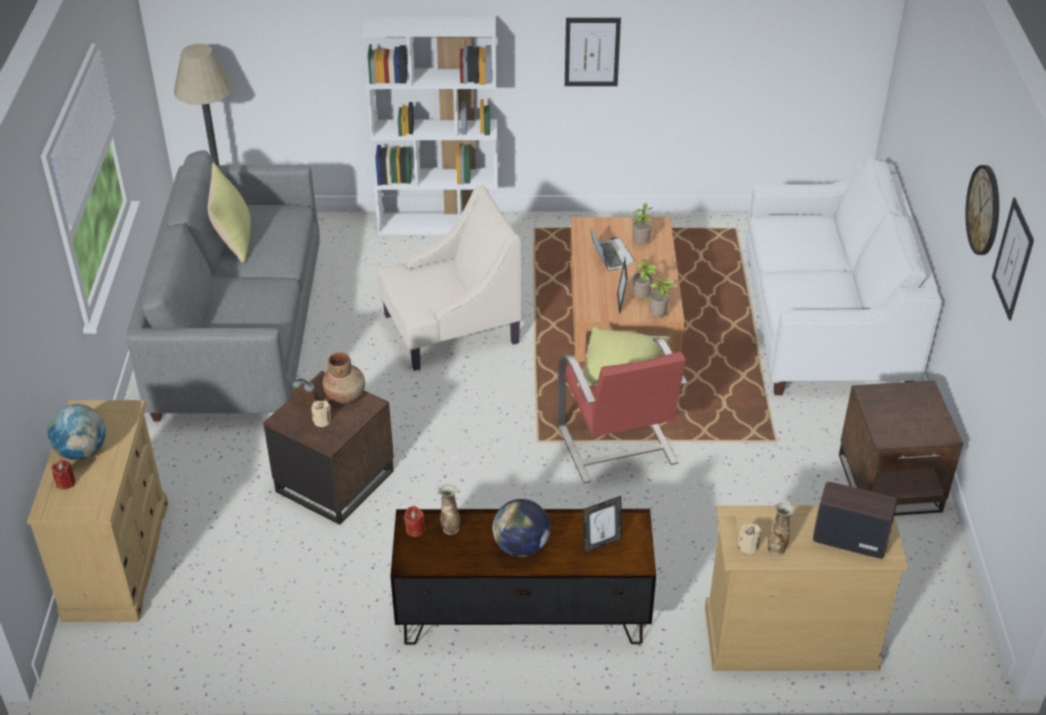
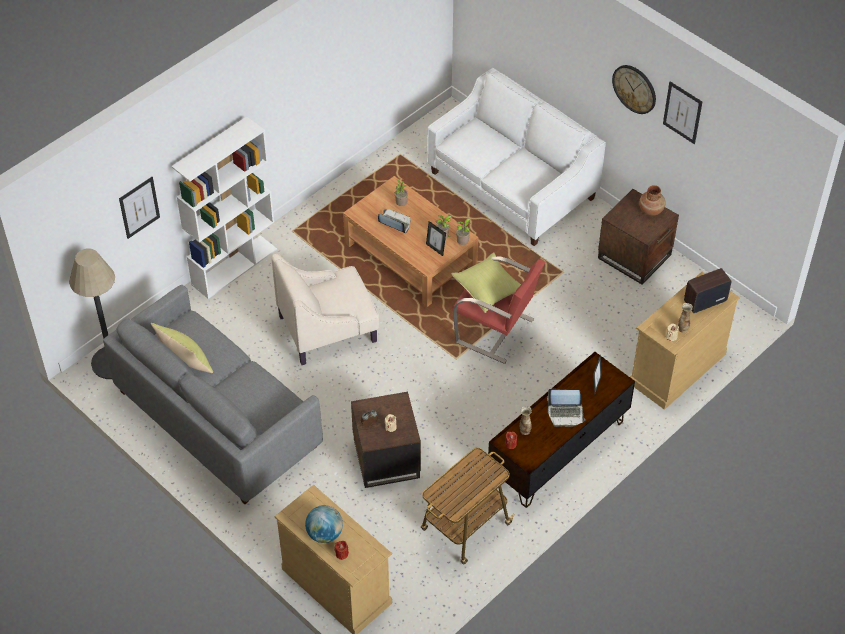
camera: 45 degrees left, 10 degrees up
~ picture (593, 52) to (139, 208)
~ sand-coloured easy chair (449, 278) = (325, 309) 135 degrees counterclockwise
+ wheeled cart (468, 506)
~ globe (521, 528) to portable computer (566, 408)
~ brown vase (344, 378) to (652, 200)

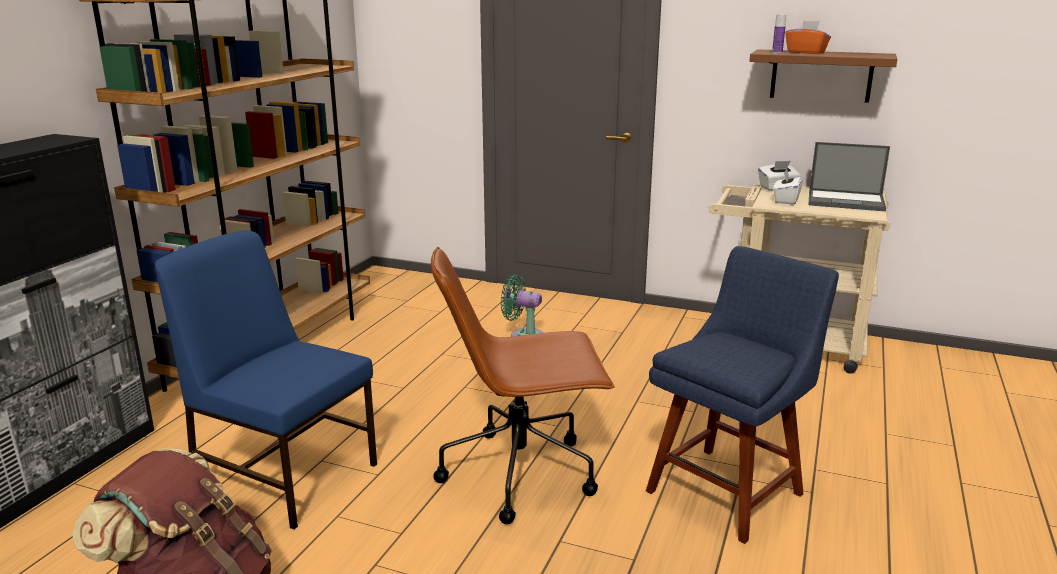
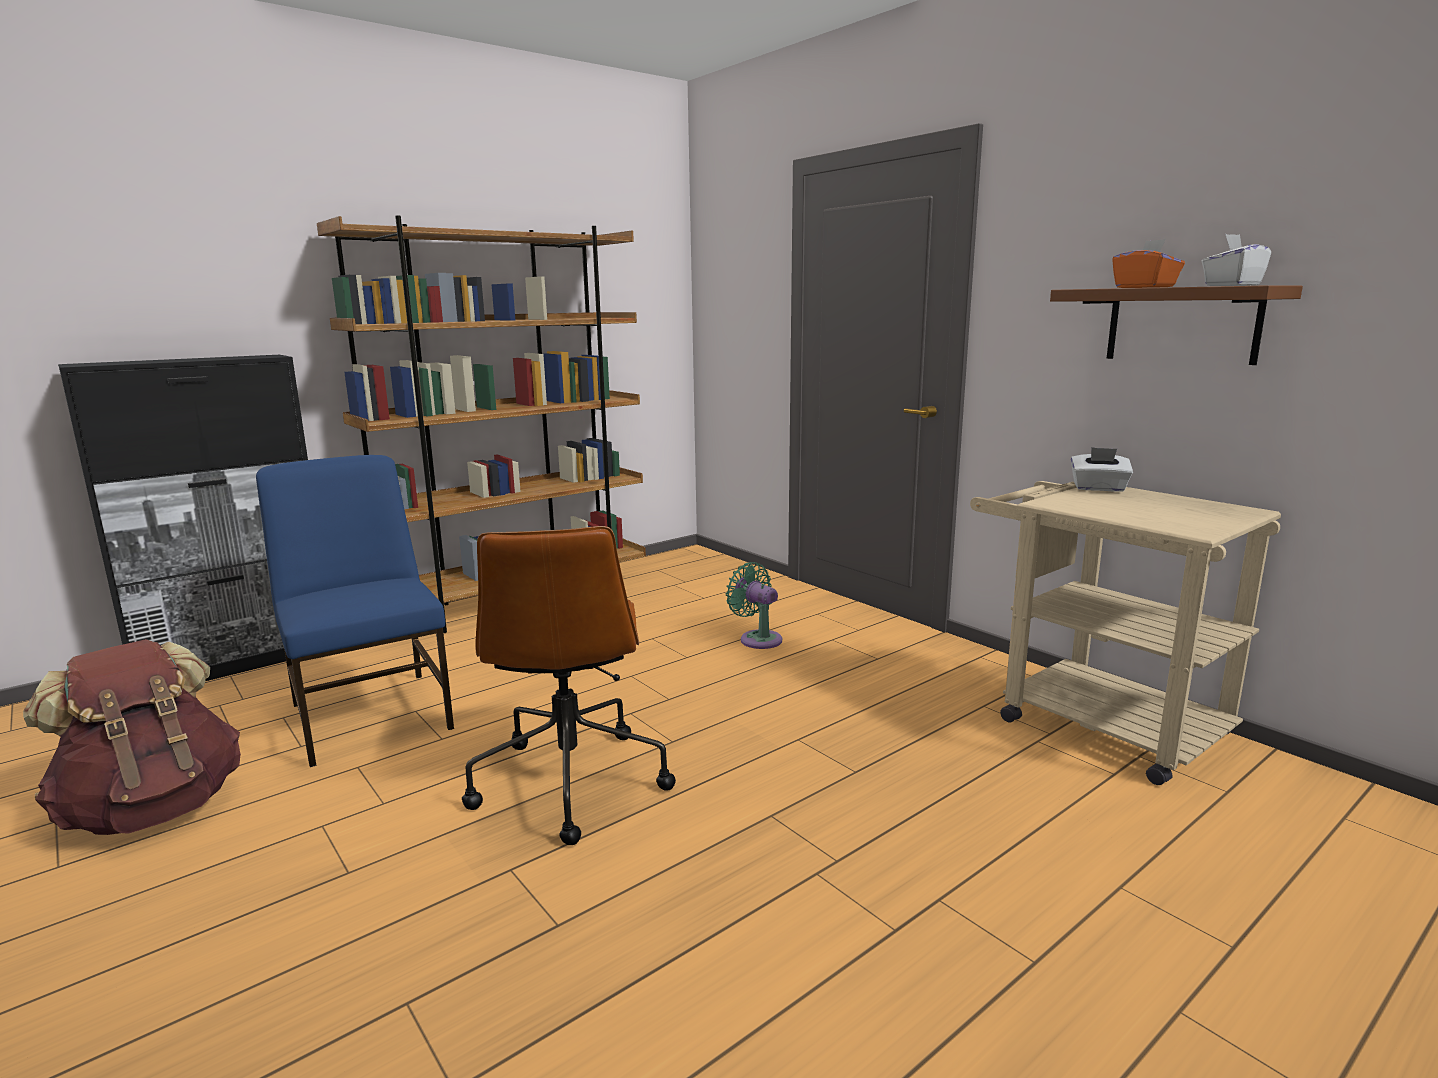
camera: 30 degrees right, 5 degrees down
~ brown desk chair (523, 385) = (569, 685) 120 degrees counterclockwise
~ white-coloured box of tissues (788, 187) to (1236, 260)
- blue-coloured chair (742, 395)
- bottle (779, 34)
- portable computer (849, 176)

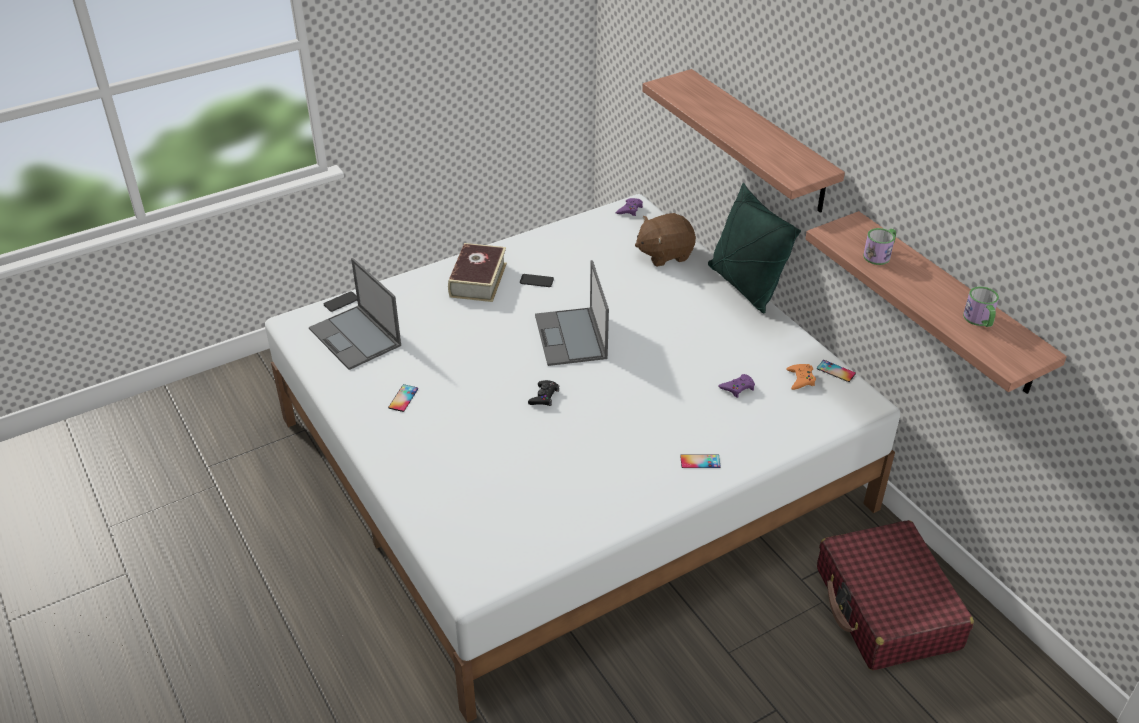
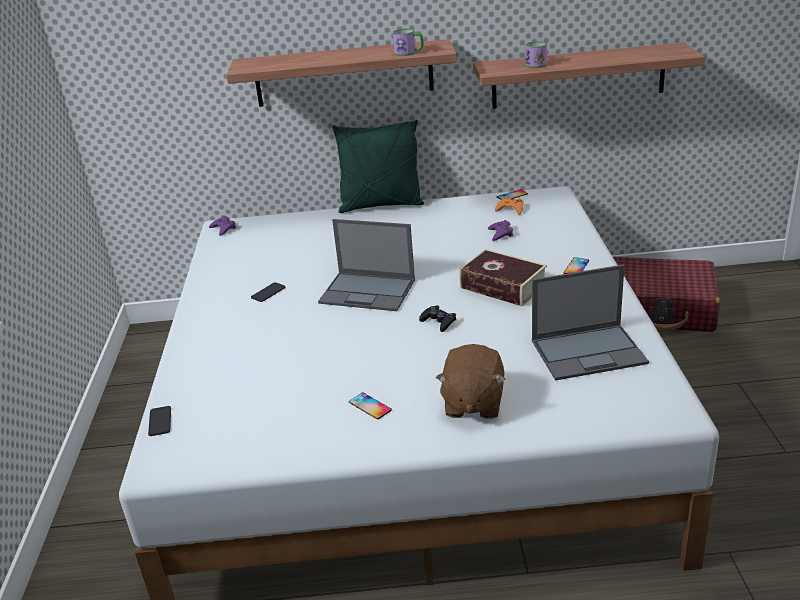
camera: 60 degrees left, 10 degrees down
~ tea mug (981, 307) to (408, 42)
~ brown plush toy (665, 240) to (471, 381)
~ bound book (477, 272) to (503, 278)
~ portable computer (355, 314) to (590, 323)

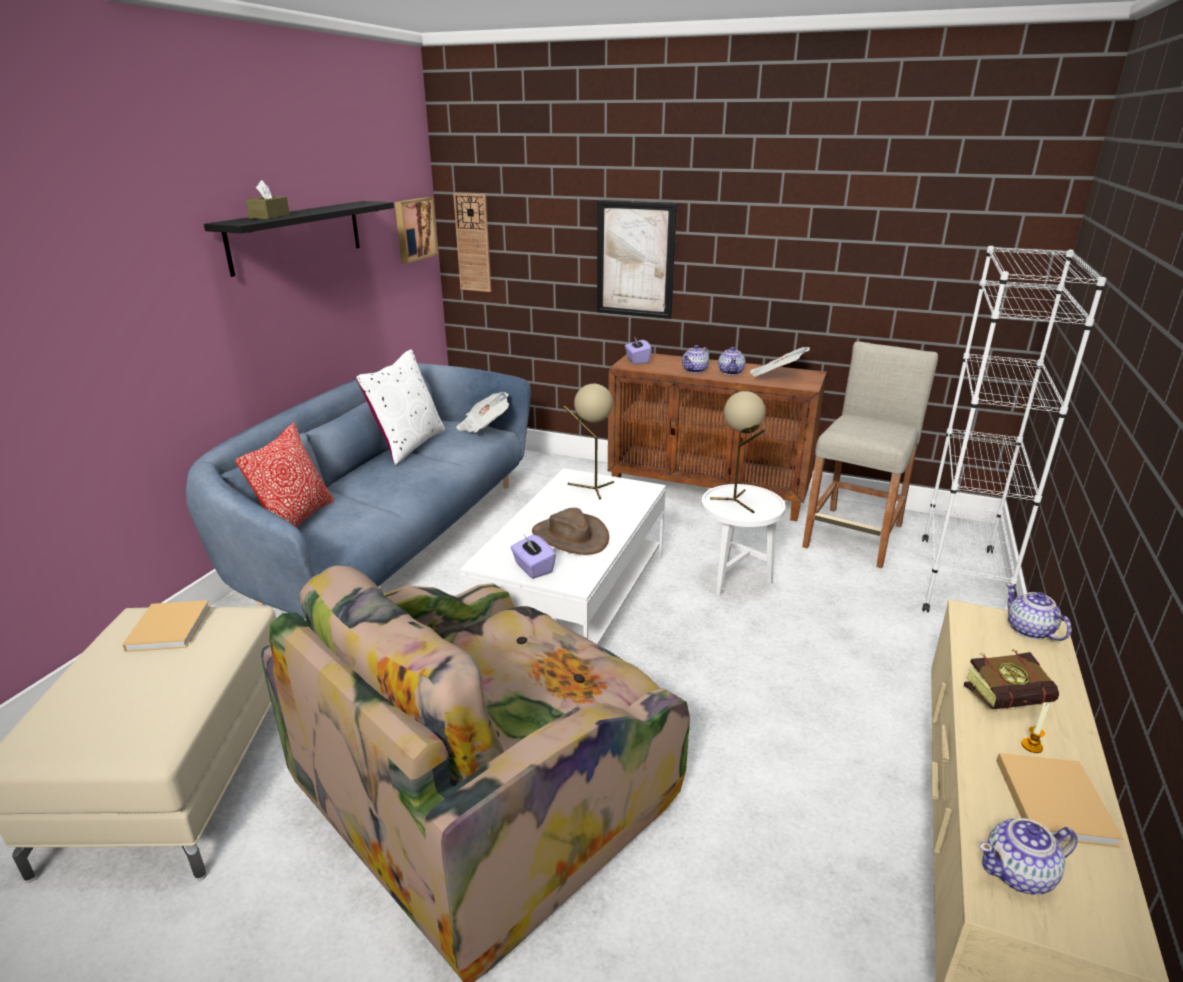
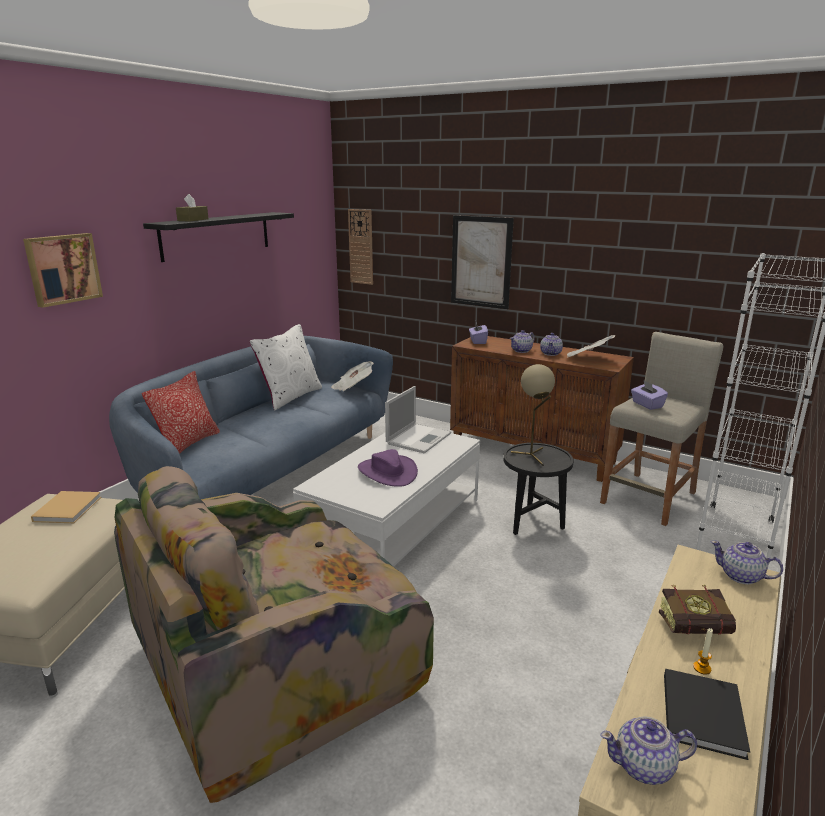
camera: 10 degrees right, 5 degrees down
~ picture (416, 230) to (63, 270)
~ brown wearable hat (570, 531) to purple-coloured wearable hat (388, 468)
~ sand-coloured lamp for a table (589, 442) to portable computer (418, 419)
~ white-coloured accent table (743, 540) to black-coloured accent table (538, 489)
~ purple-coloured box of tissues (533, 556) to (649, 395)
~ sand-coloured bound book (1060, 800) to black-coloured bound book (707, 714)
~ pot for tea (1039, 612) = (747, 562) 45 degrees counterclockwise

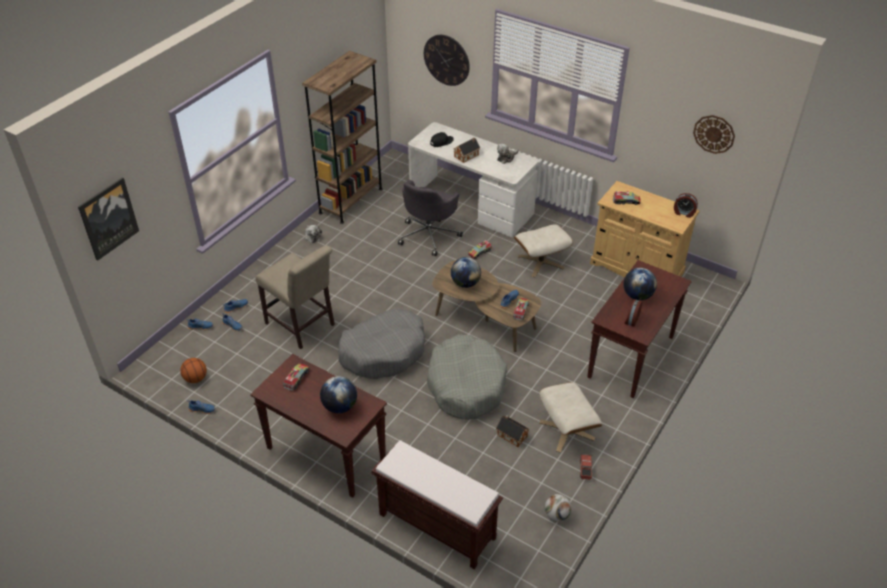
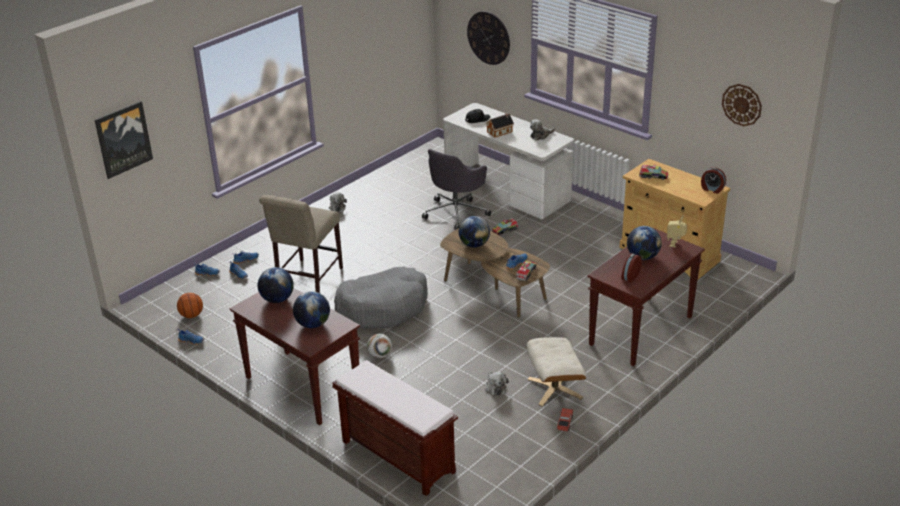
camera: 10 degrees right, 10 degrees down
~ model truck (296, 377) to globe (276, 285)
~ sand-coloured chair (295, 297) = (301, 244) 60 degrees clockwise
~ football (558, 508) to (379, 346)
~ toy house (512, 431) to plush toy (497, 383)
+ robot figure (677, 231)
- brown bookshelf (342, 137)
- gray pet bed (467, 377)
- sand-coloured pouffe (543, 251)

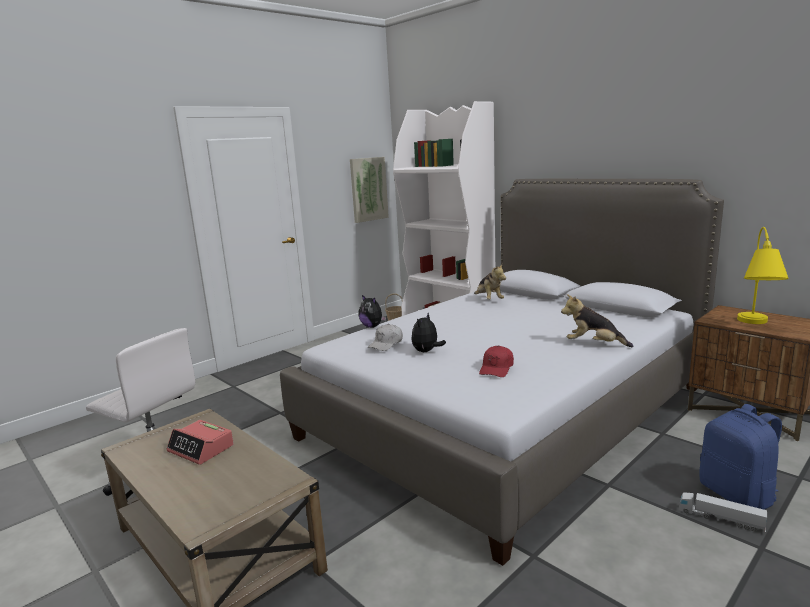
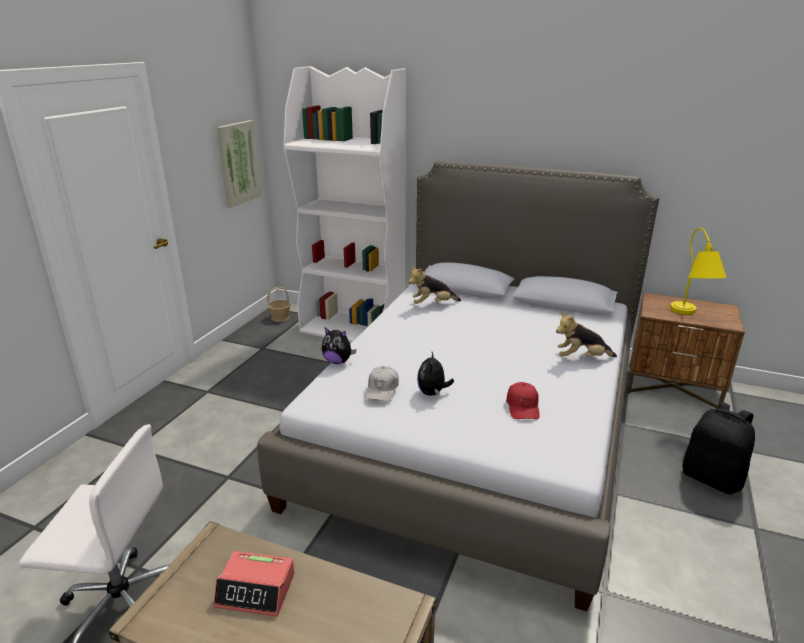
camera: 25 degrees left, 10 degrees up
~ plush toy (490, 282) = (435, 285) 120 degrees clockwise
~ blue-coloured rucksack (740, 457) to black-coloured rucksack (718, 448)
- model truck (723, 512)

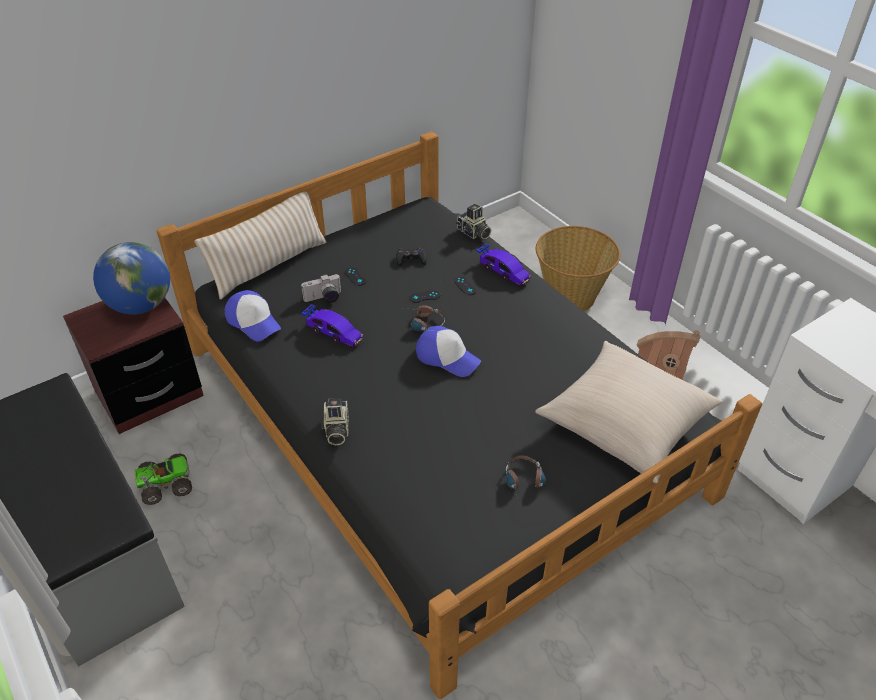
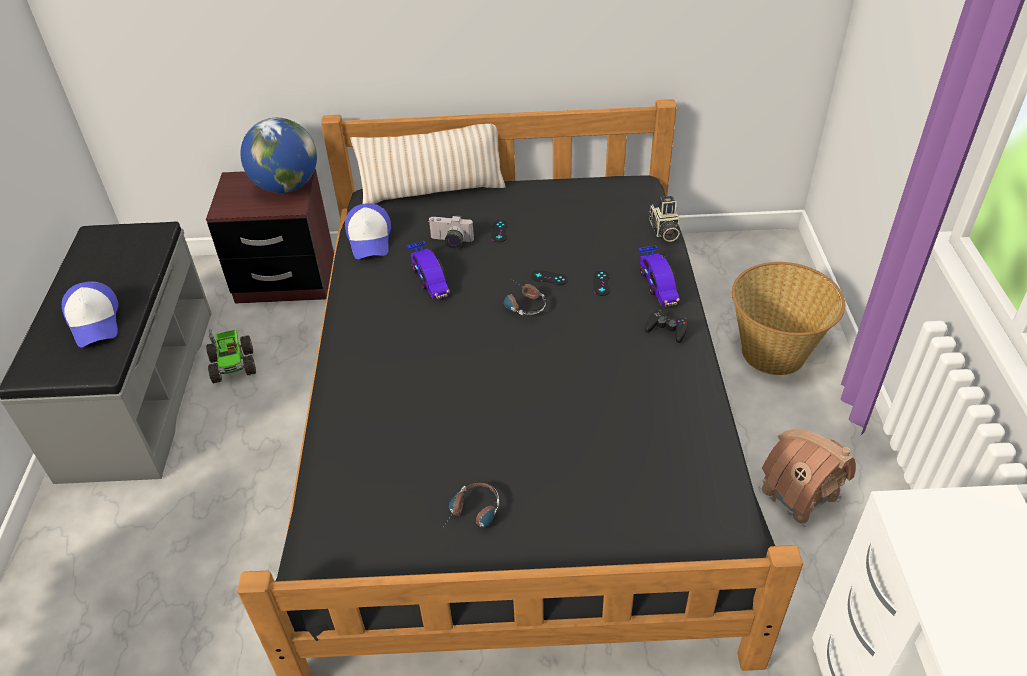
camera: 35 degrees right, 0 degrees up
~ baseball cap (448, 351) to (90, 314)
~ model truck (163, 479) = (231, 356) 60 degrees clockwise
~ black-coloured gamepad (411, 256) to (666, 326)
- still camera (335, 421)
- sand-coloured throw pillow (629, 412)

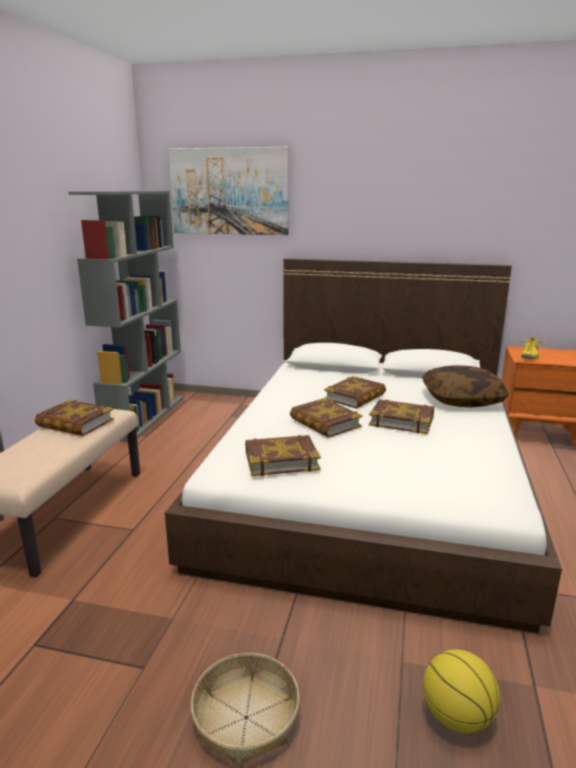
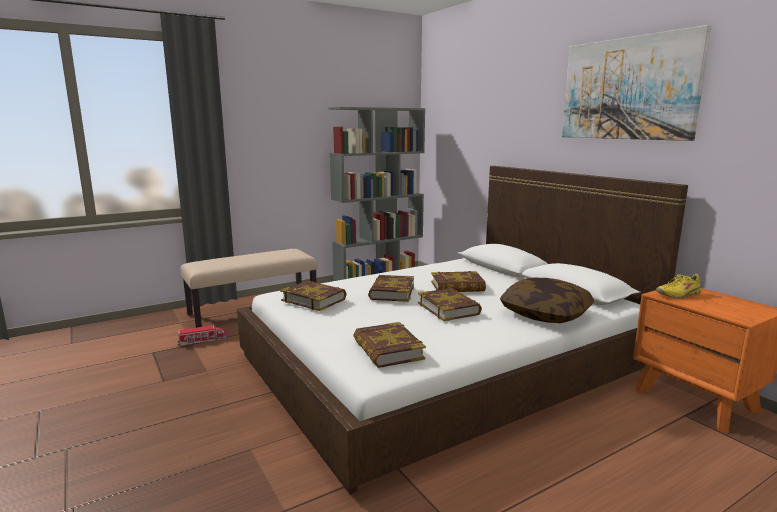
camera: 45 degrees right, 5 degrees down
+ model truck (203, 335)
~ bound book (74, 418) to (389, 345)
~ picture (229, 191) to (637, 83)
- storage basket (245, 709)
- basketball ball (461, 691)

